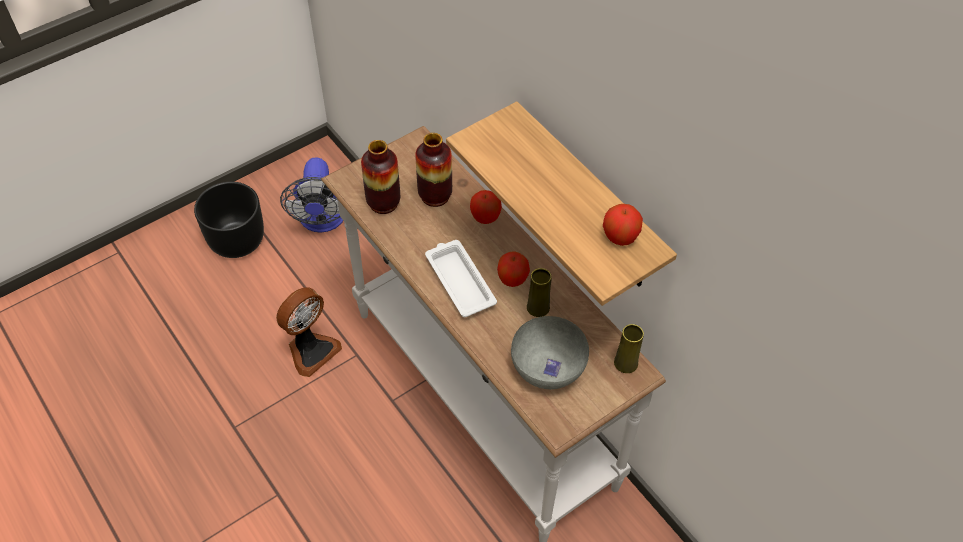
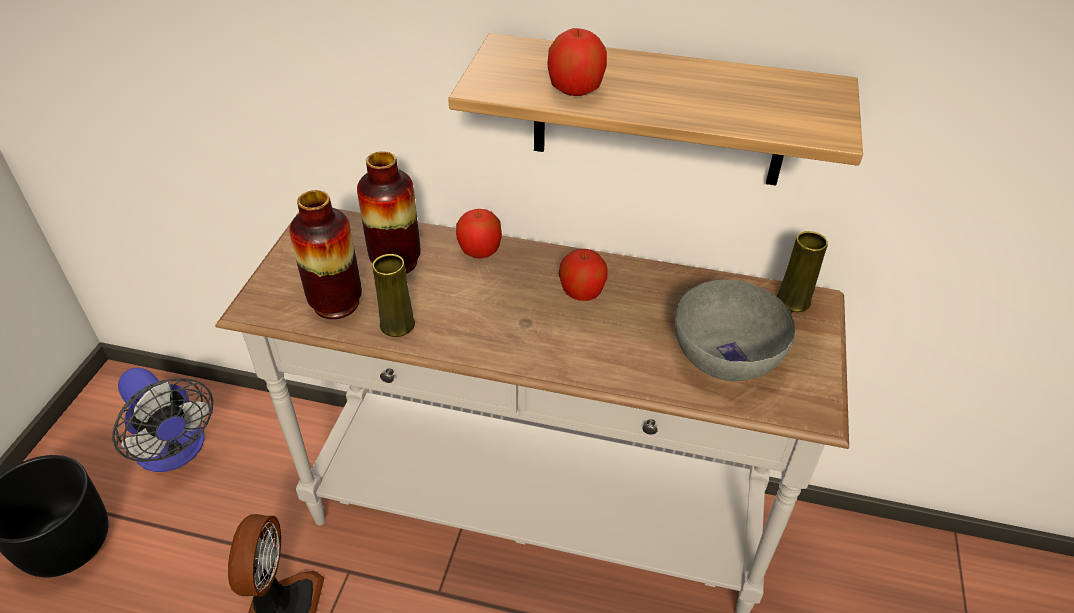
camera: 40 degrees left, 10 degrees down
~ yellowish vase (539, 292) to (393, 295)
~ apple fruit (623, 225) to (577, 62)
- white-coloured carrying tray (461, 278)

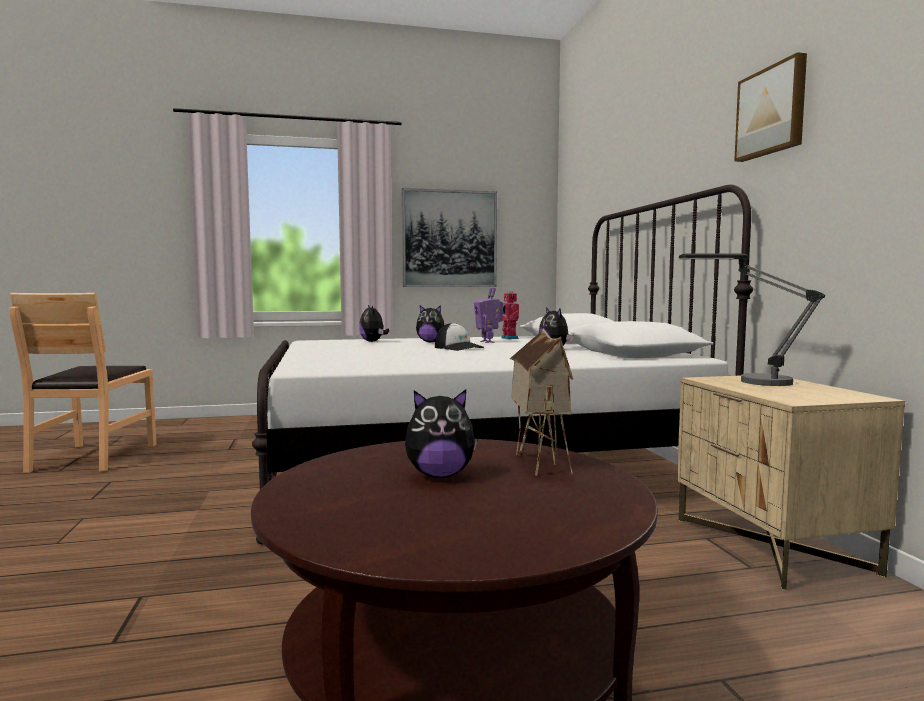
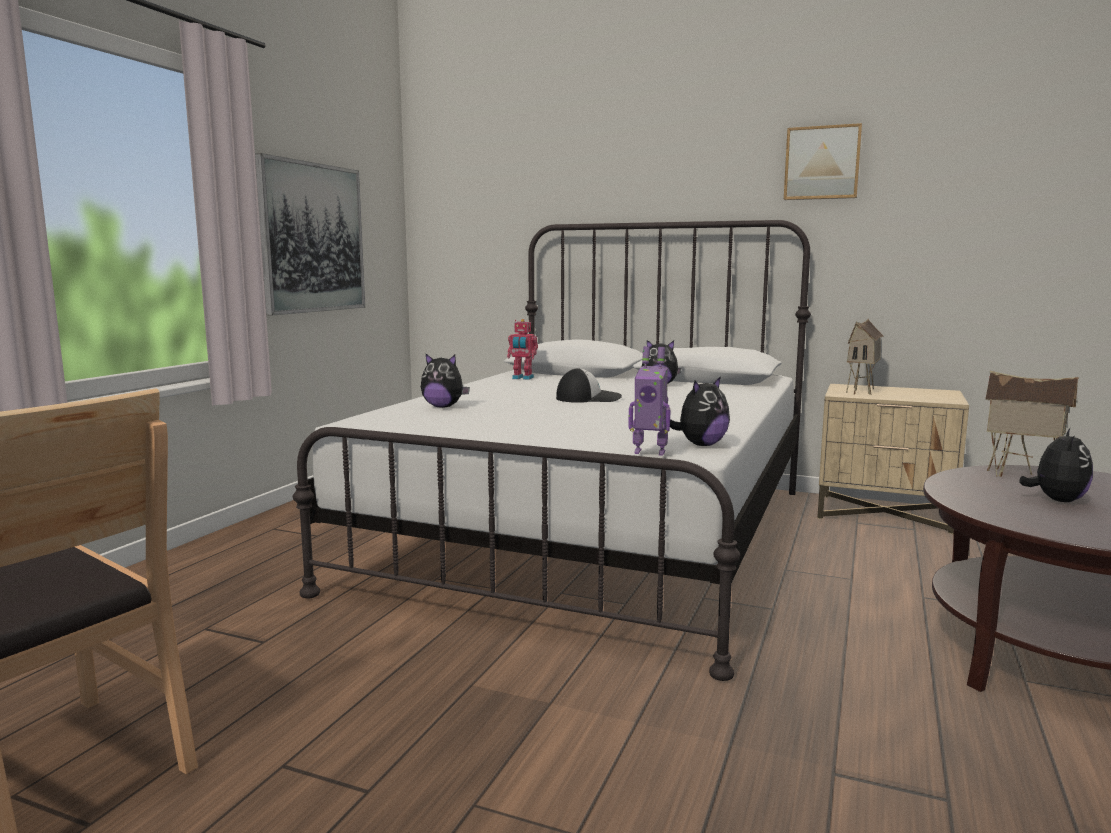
camera: 55 degrees left, 5 degrees up
~ robot figure (488, 315) to (649, 401)
~ plush toy (430, 324) to (700, 411)
~ lamp for a table (752, 319) to toy house (865, 356)

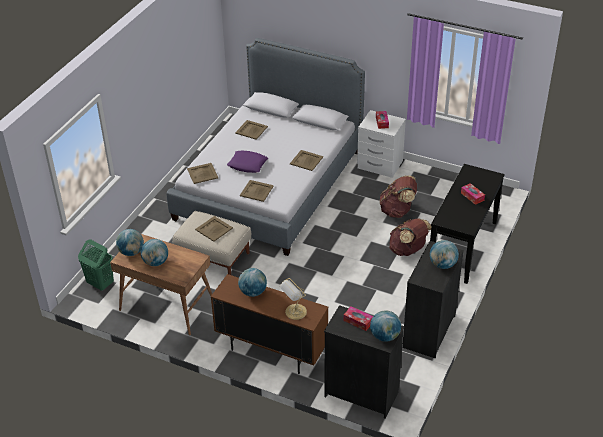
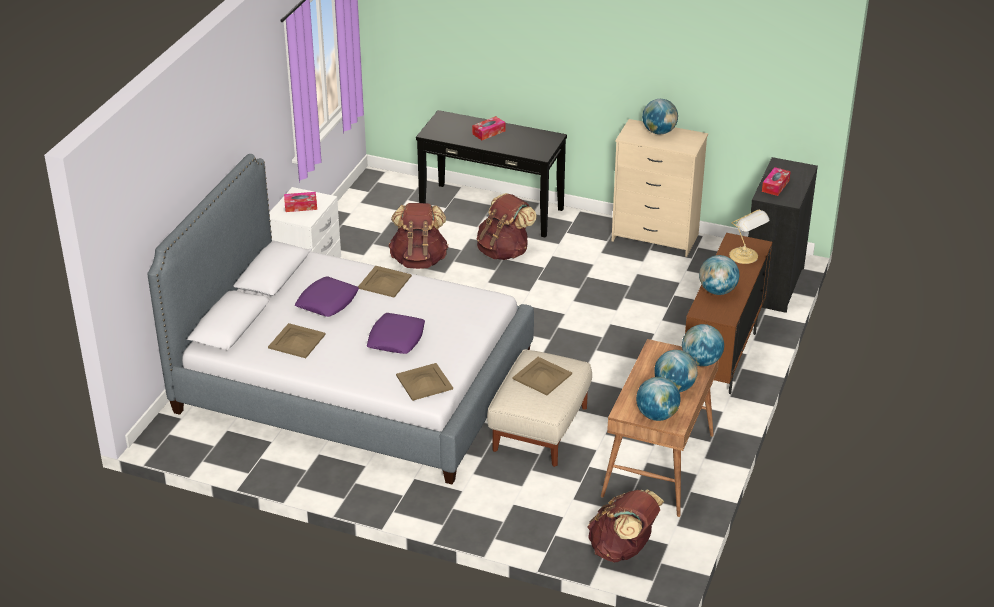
camera: 95 degrees left, 5 degrees down
+ purple-coloured throw pillow (327, 296)
~ green hamper (96, 265) to brown rucksack (625, 526)
~ black-coloured drawer chest (433, 299) to sand-coloured drawer chest (659, 188)
~ globe (385, 326) to (703, 345)
- sand-coloured carrying tray (257, 191)

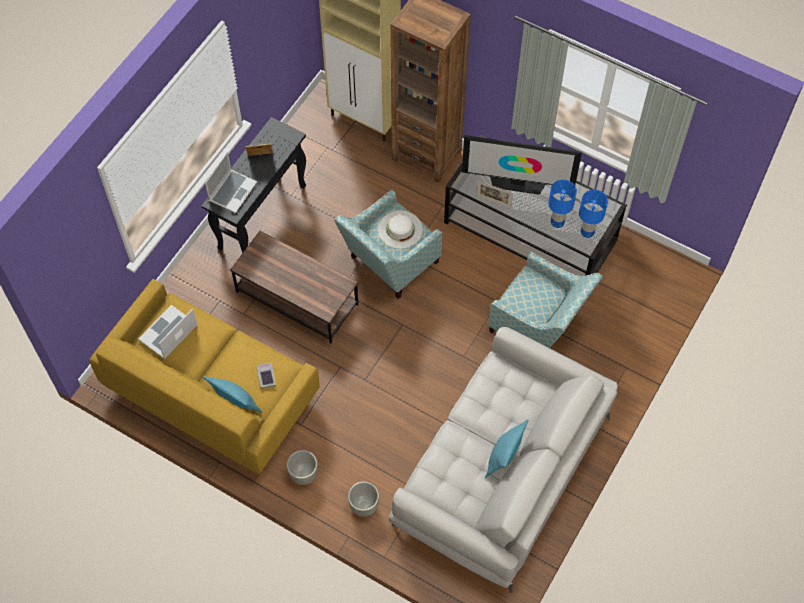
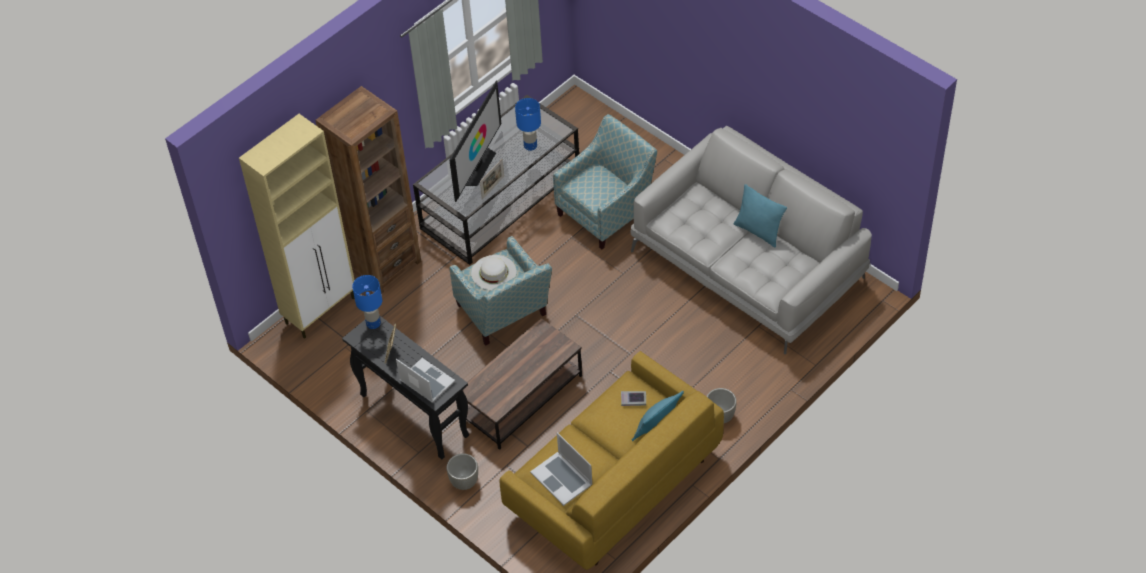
camera: 75 degrees left, 10 degrees down
~ blue-coloured lamp for a table (593, 214) to (367, 302)
~ gray plant pot (363, 499) to (462, 471)

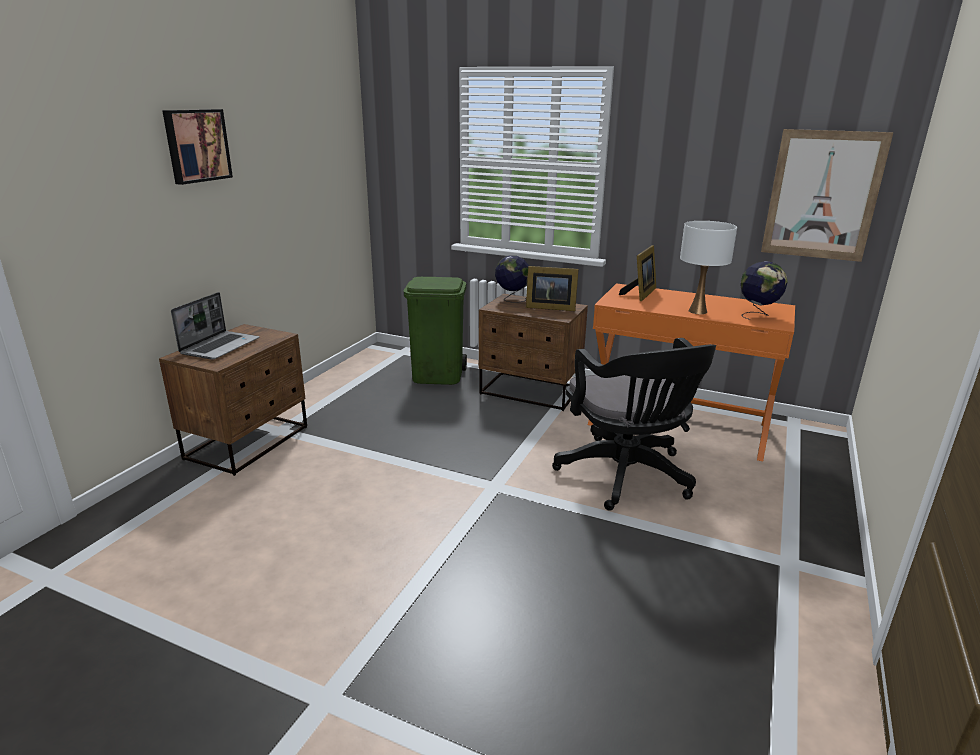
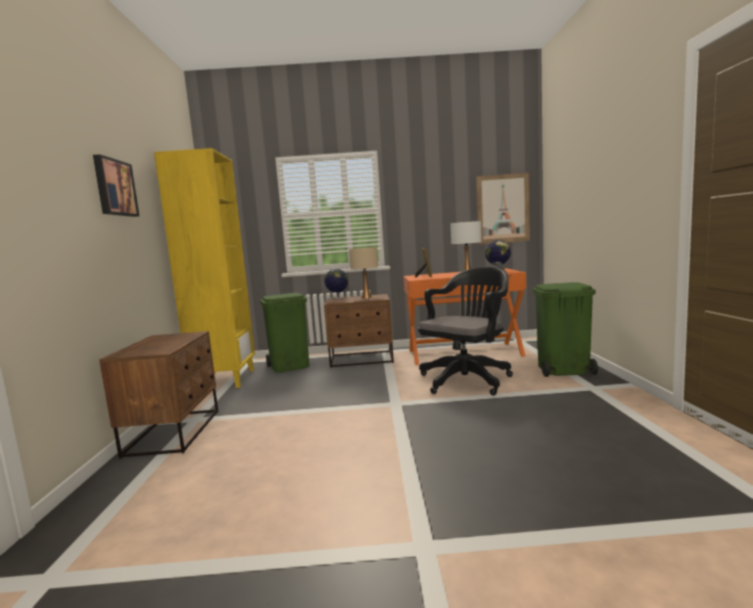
camera: 25 degrees left, 15 degrees down
+ yellowish bookshelf (204, 268)
~ photo frame (552, 288) to sand-coloured lamp for a table (363, 272)
~ black-coloured desk chair (634, 424) = (465, 331) 90 degrees counterclockwise
+ green waste bin (565, 329)
- portable computer (215, 326)

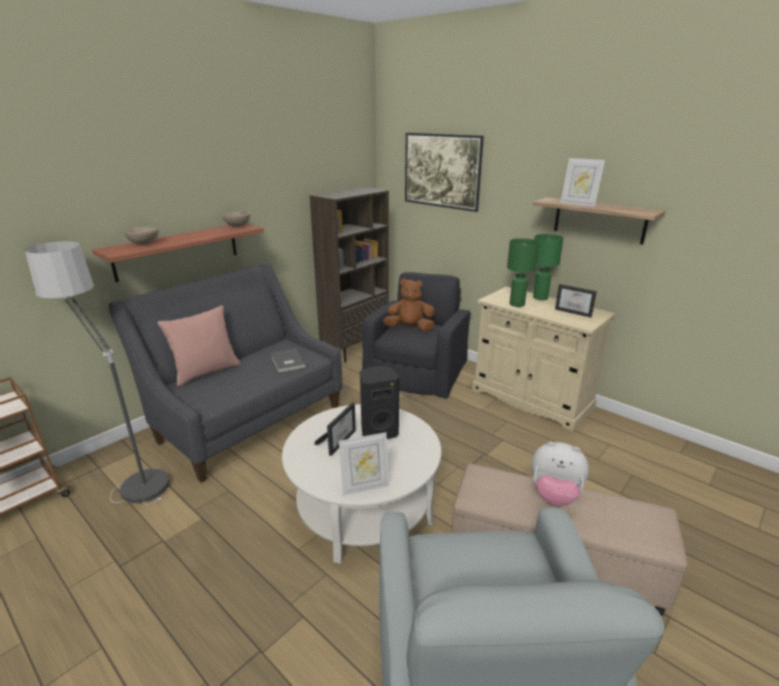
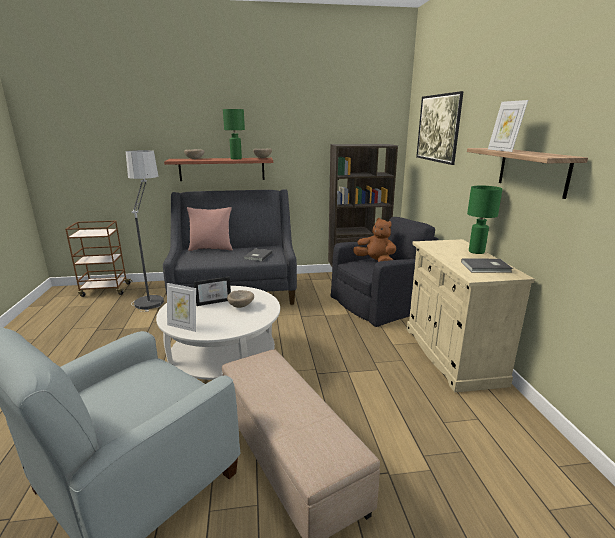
camera: 40 degrees right, 5 degrees down
~ green lamp for a table (523, 272) to (234, 134)
~ black-coloured loudspeaker (379, 402) to sand-coloured bowl (240, 299)
~ photo frame (576, 301) to gray bound book (487, 265)
- plush toy (560, 474)

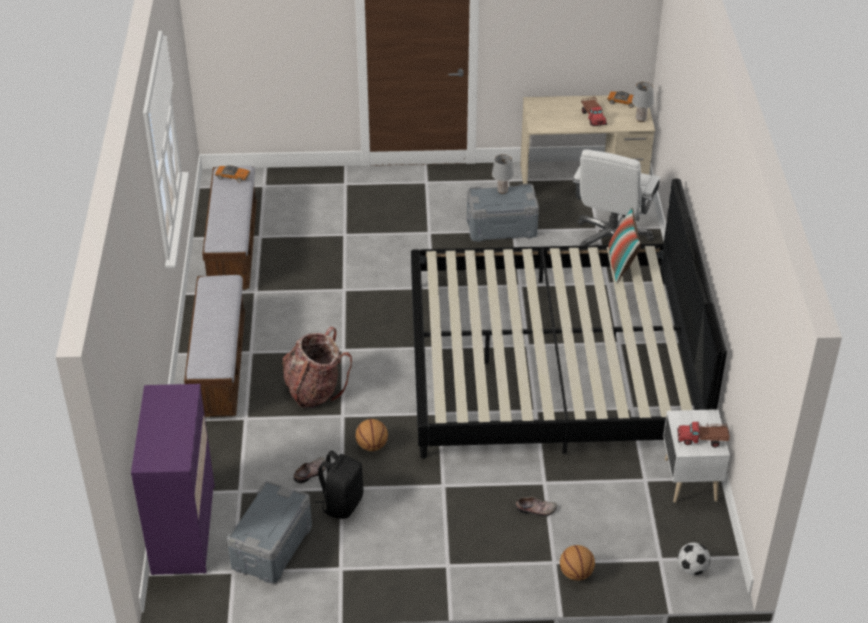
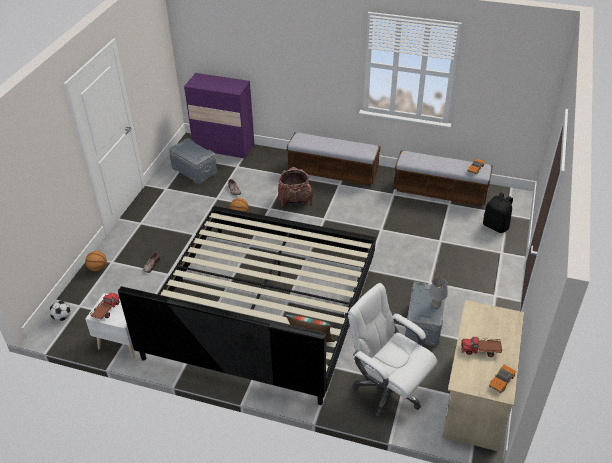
camera: 110 degrees right, 0 degrees up
~ black-coloured rucksack (338, 484) to (498, 212)
- gray lamp for a table (643, 102)

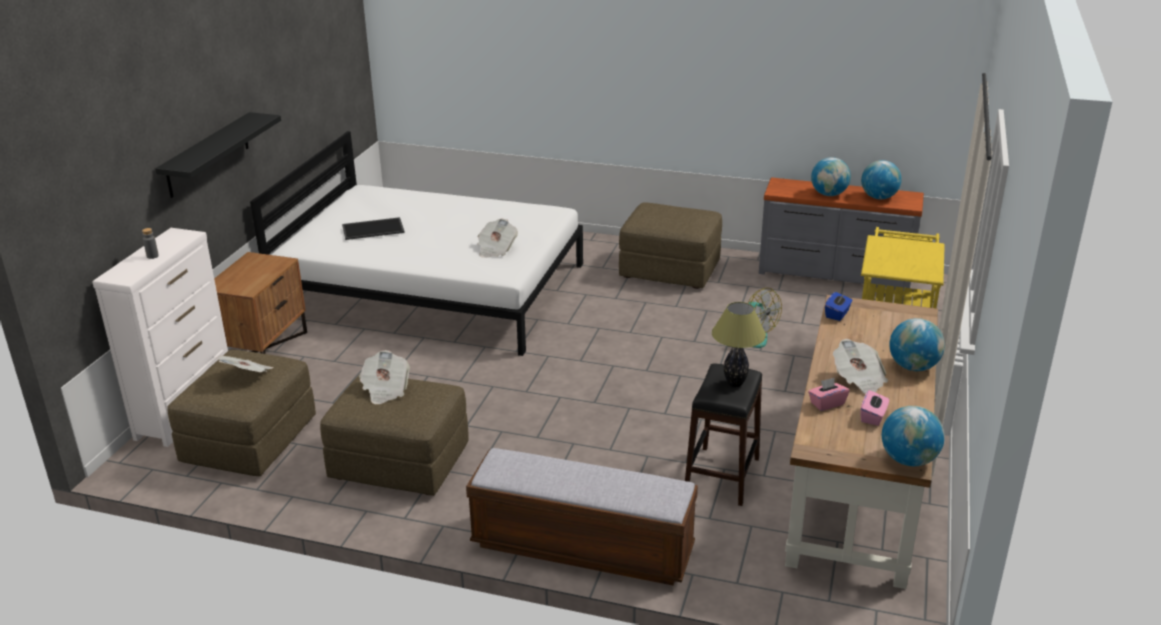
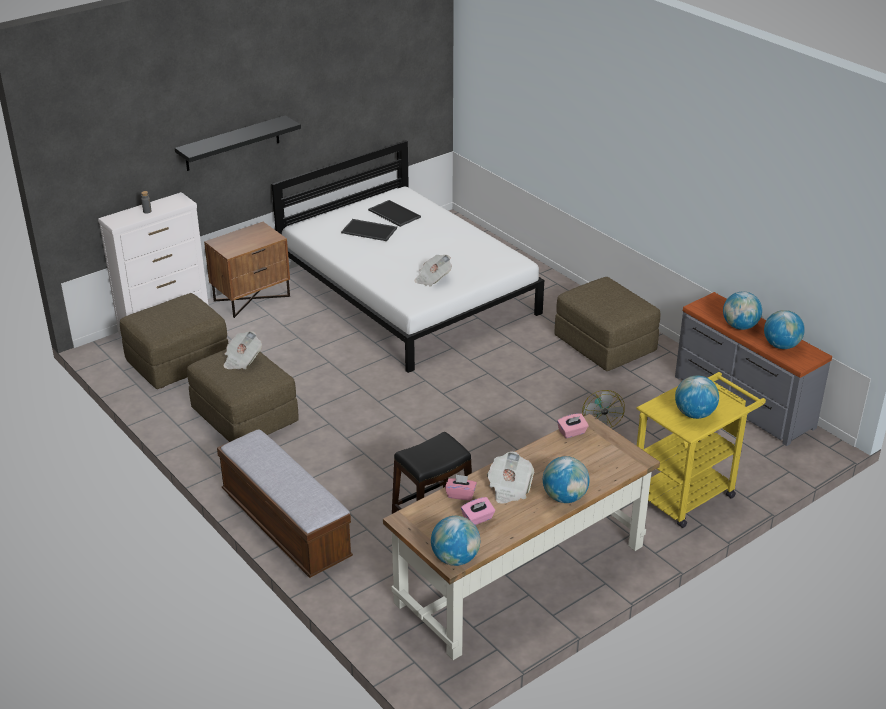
camera: 35 degrees right, 5 degrees up
+ carrying tray (394, 213)
~ blue-coloured box of tissues (839, 306) to pinkish box of tissues (573, 425)
+ globe (697, 397)
- printed paper (245, 364)
- lamp for a table (739, 344)

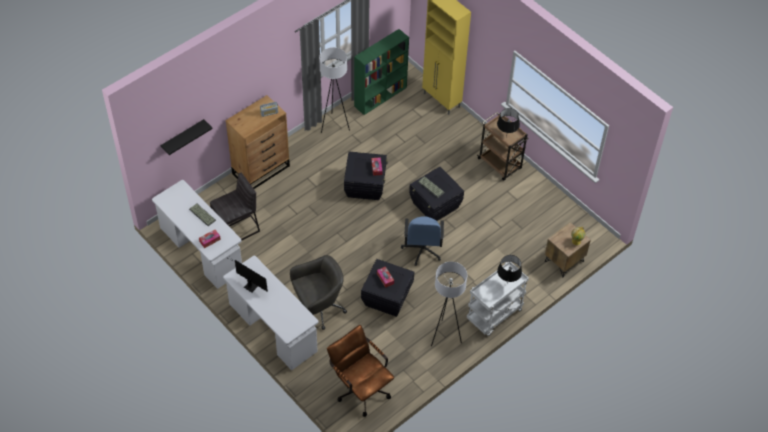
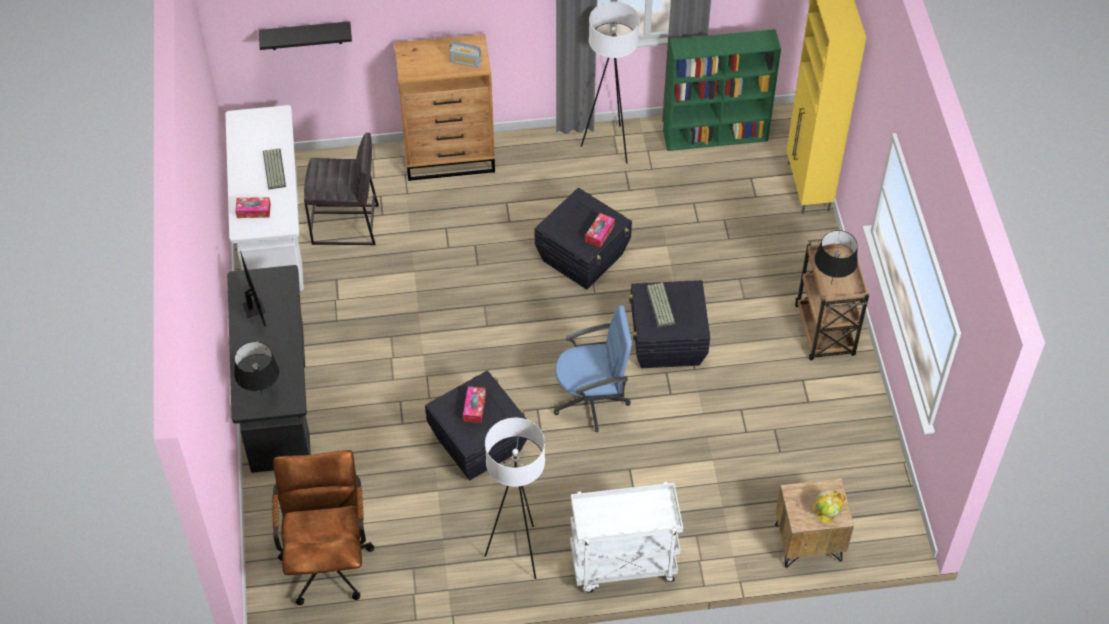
camera: 35 degrees right, 0 degrees up
~ white-coloured desk table (270, 313) to black-coloured desk table (269, 369)
~ black-coloured lamp for a table (509, 269) to (257, 367)
~ blue-coloured desk chair (422, 241) = (593, 369) 135 degrees counterclockwise
- gray desk chair (318, 292)

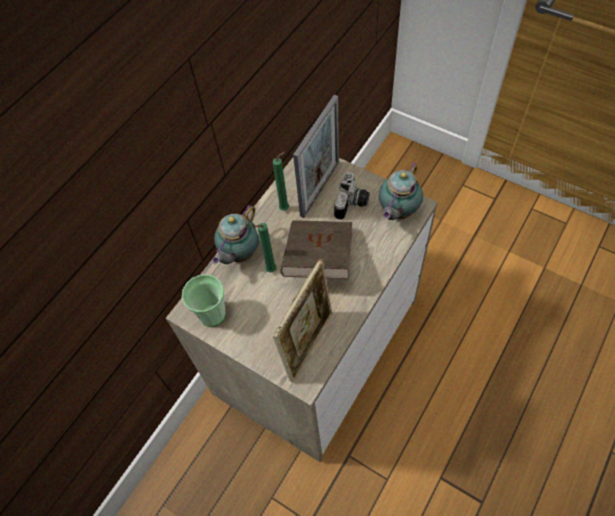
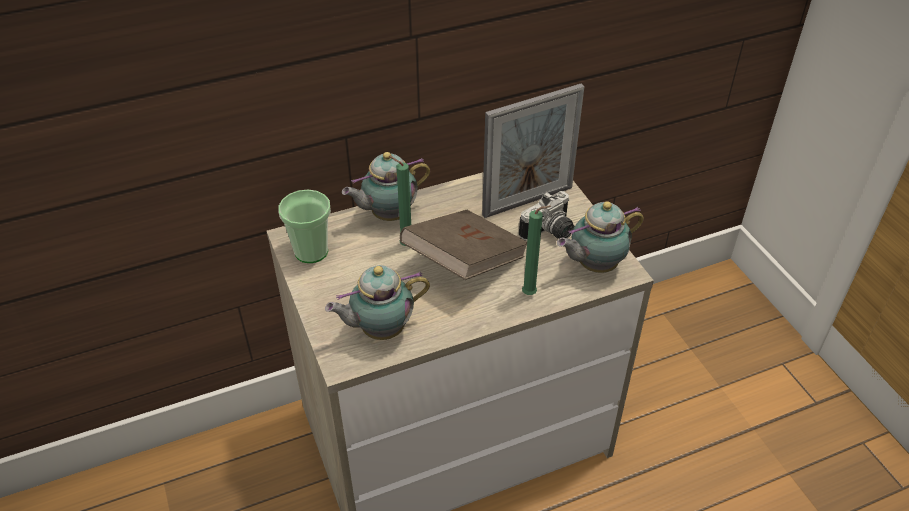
camera: 30 degrees right, 15 degrees down
~ photo frame (302, 321) to pot for tea (377, 302)
~ green wax candle (281, 181) to (536, 250)

